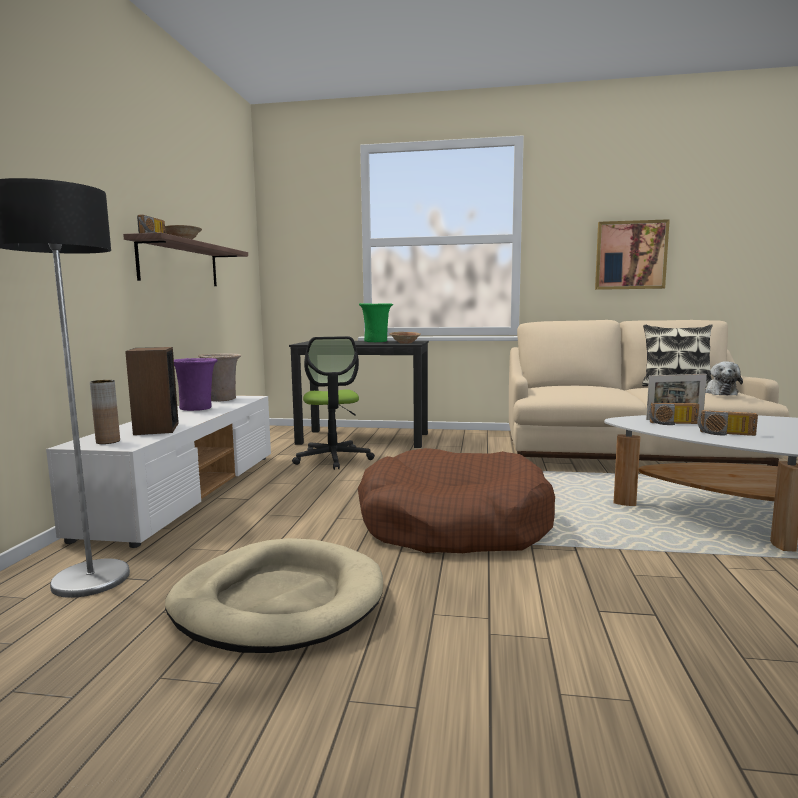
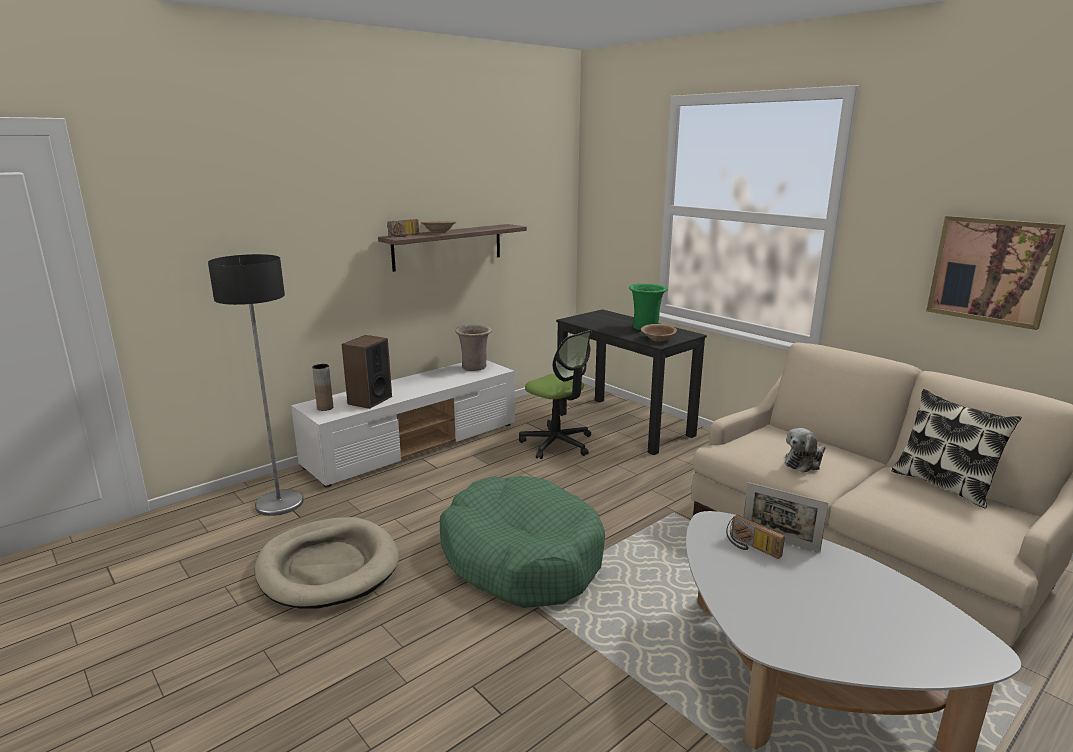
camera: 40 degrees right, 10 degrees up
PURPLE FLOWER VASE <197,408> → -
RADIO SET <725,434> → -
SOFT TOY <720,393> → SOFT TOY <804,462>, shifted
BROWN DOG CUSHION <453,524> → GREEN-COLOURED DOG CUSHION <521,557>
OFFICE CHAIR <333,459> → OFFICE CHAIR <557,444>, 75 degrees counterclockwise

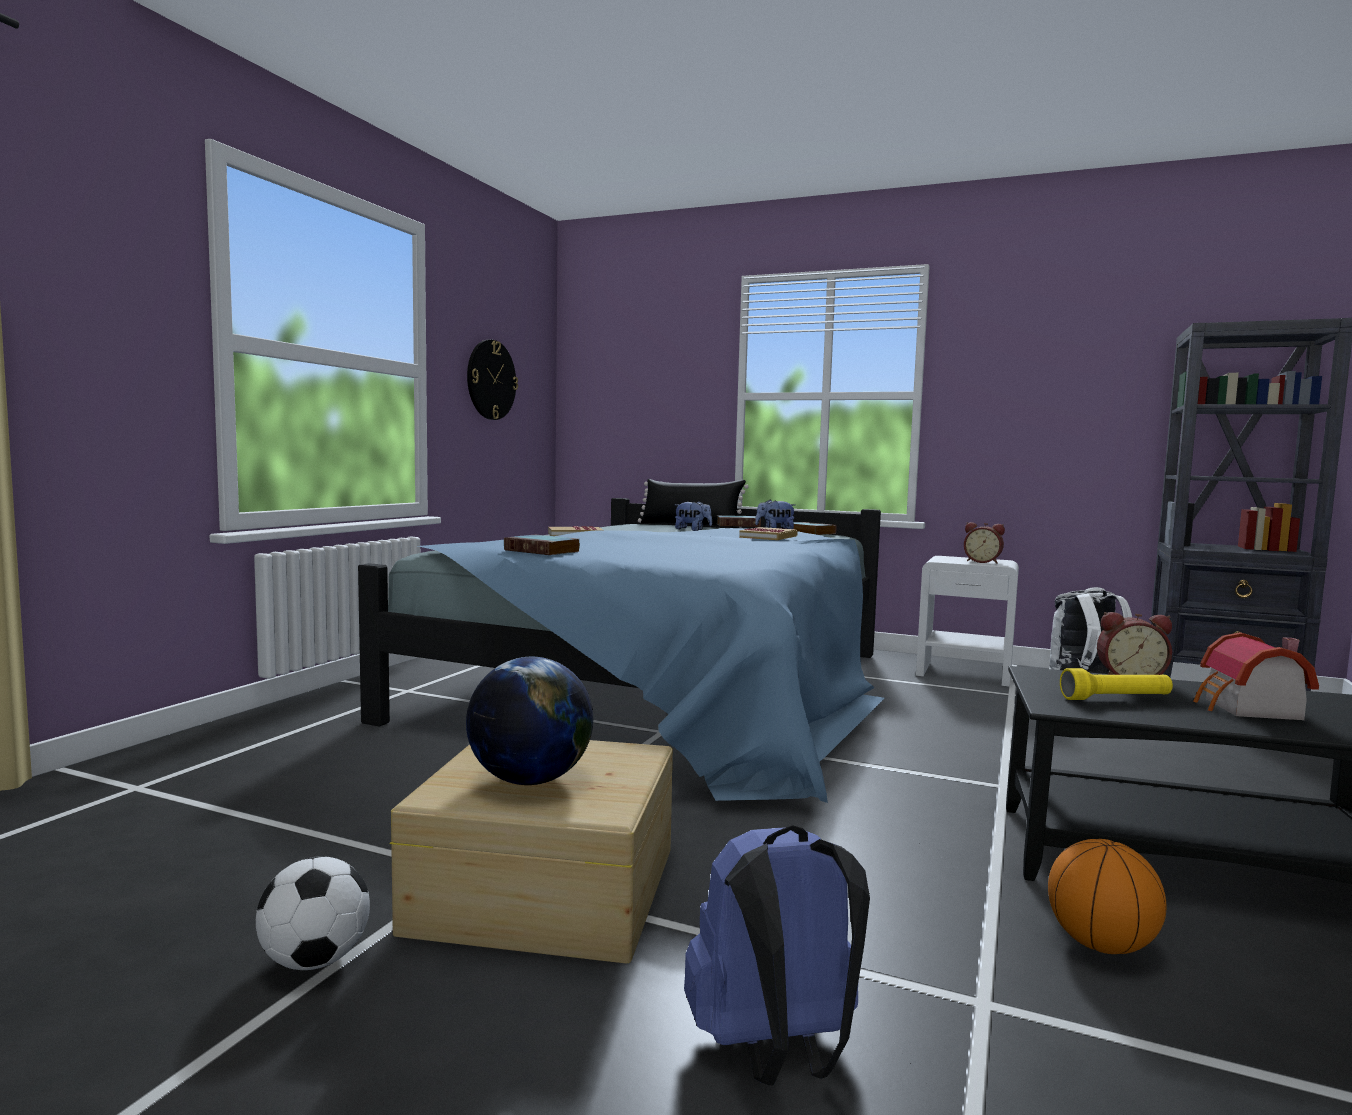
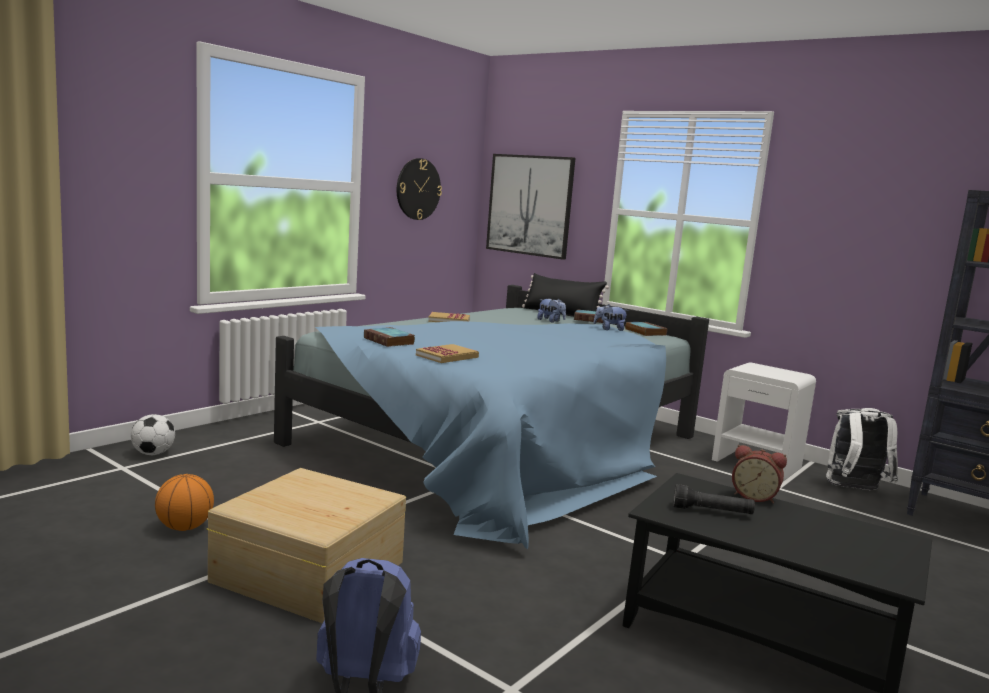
camera: 15 degrees right, 5 degrees up
WORLD GLOBE <530,780> → -
TABLE CLOCK <982,562> → -
MINIATURE HOUSE <1248,709> → -
- → WALL ART <530,205>
FOOTBALL BALL <314,961> → FOOTBALL BALL <153,454>, shifted
VOLUME <768,537> → VOLUME <447,356>, shifted
BASKETBALL BALL <1100,945> → BASKETBALL BALL <184,527>, shifted
YELLOW-COLOURED FLASHLIGHT <1116,699> → BLACK FLASHLIGHT <712,512>

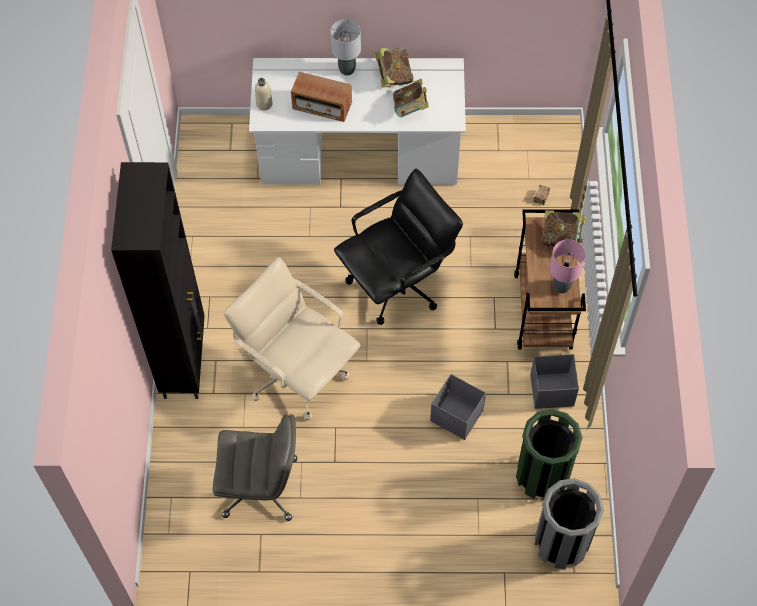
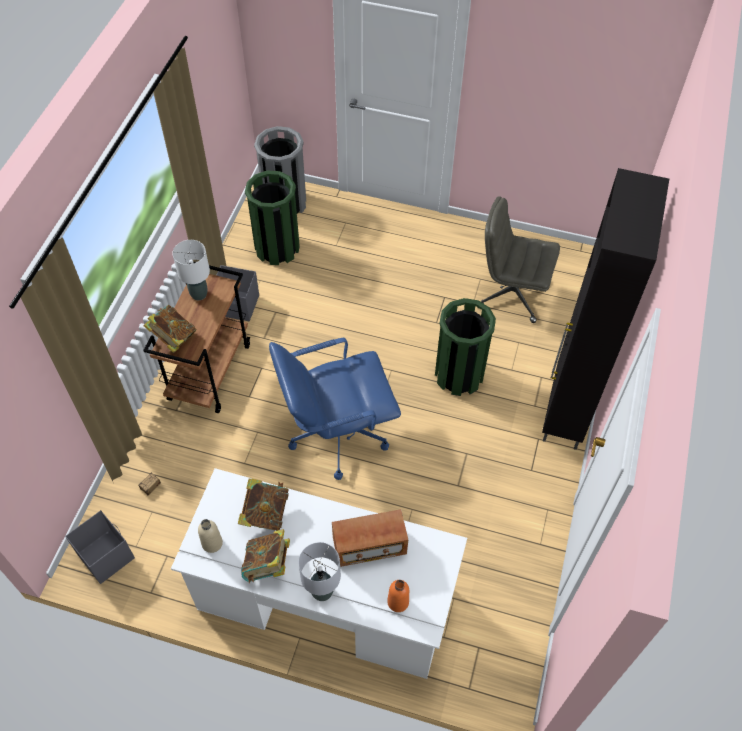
camera: 165 degrees left, 5 degrees down
- → ORANGEY DRINK BOTTLE <398,602>
BEIGE DRINK BOTTLE <264,104> → BEIGE DRINK BOTTLE <212,543>, shifted
GREYISH STORAGE BIN <457,416> → GREYISH STORAGE BIN <106,555>, shifted
BEIGE OFFICE CHAIR <297,373> → GREEN-COLOURED RUBBISH BIN <459,375>
BLACK OFFICE CHAIR <397,284> → BLUISH OFFICE CHAIR <337,433>
PINKISH TABLE LAMP <561,286> → WHITE-COLOURED TABLE LAMP <198,294>
RADIO SET <322,106> → RADIO SET <369,546>, 135 degrees clockwise

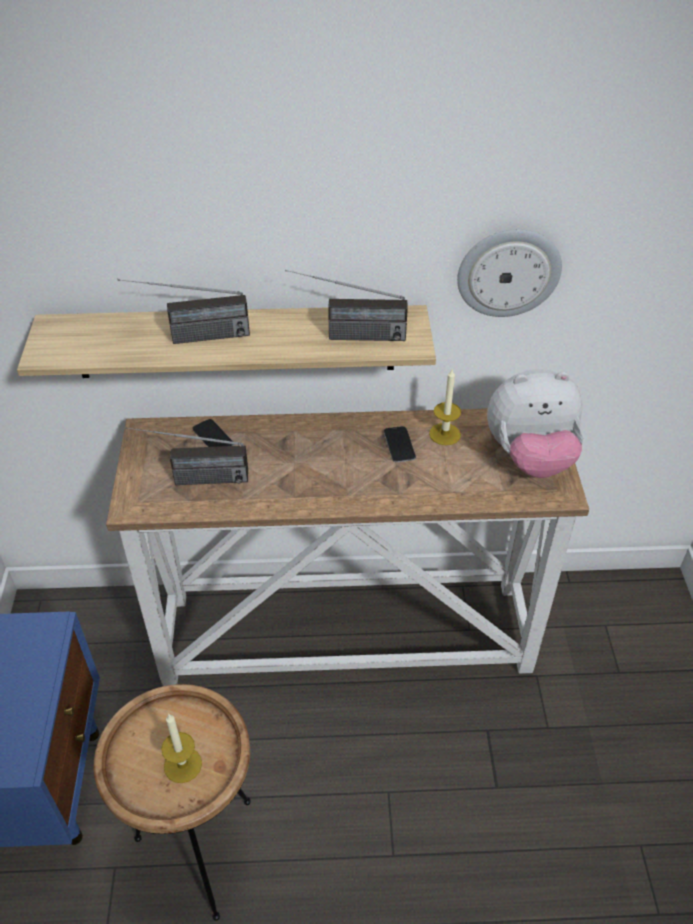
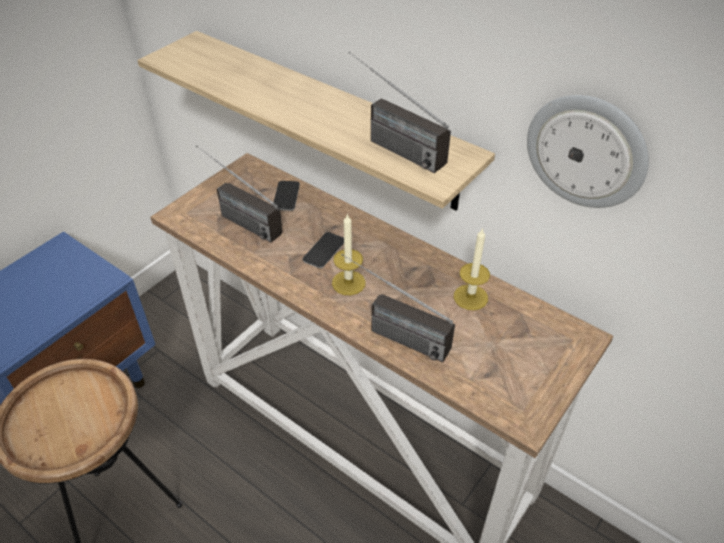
camera: 40 degrees right, 0 degrees up
SOFT TOY <530,458> → -
RADIO SET <190,338> → RADIO SET <390,333>, shifted
WAX LIGHT <183,765> → WAX LIGHT <348,283>, shifted
PHONE <399,445> → PHONE <324,251>, shifted

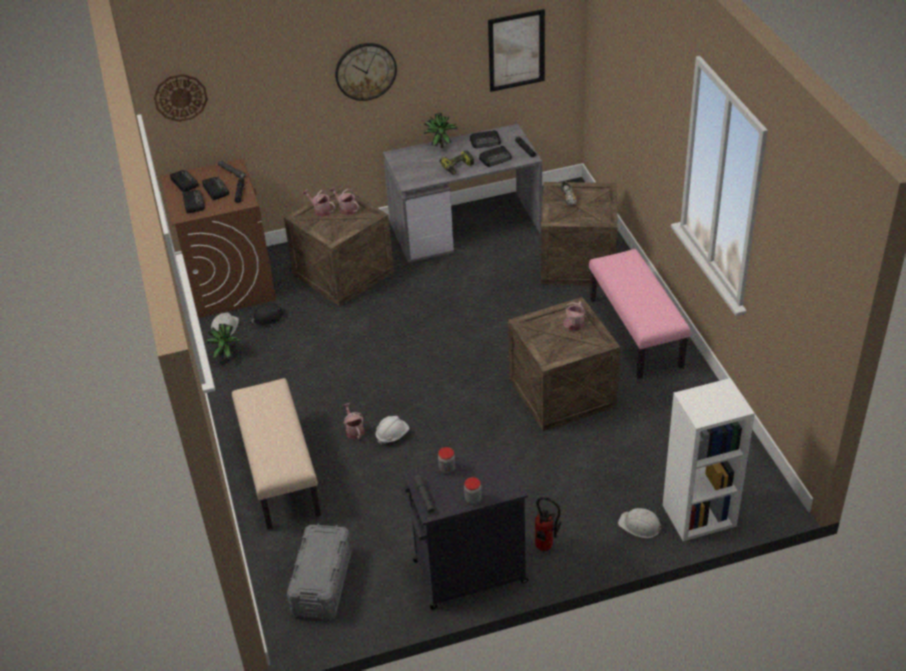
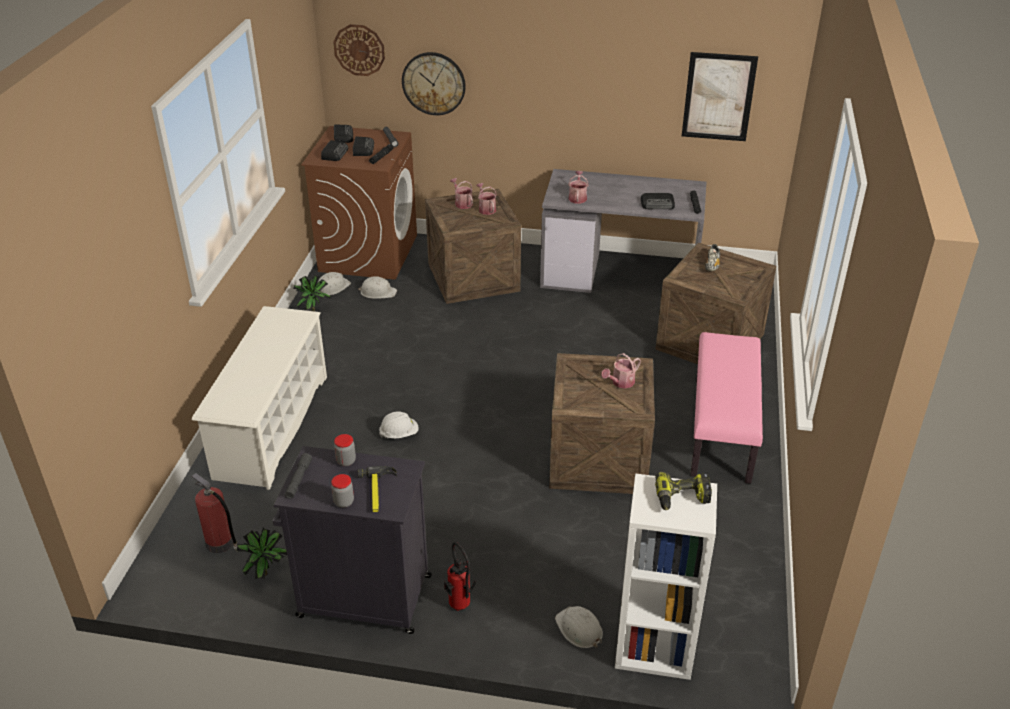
camera: 25 degrees right, 5 degrees down
RADIO SET <486,142> → -
- → HAMMER <378,492>
CLOCK ON THE WALL <365,71> → CLOCK ON THE WALL <433,83>, shifted
SPRINKLING CAN <354,430> → SPRINKLING CAN <577,197>, shifted
PLANT IN A POT <440,146> → PLANT IN A POT <265,571>, shifted
DRILL <458,167> → DRILL <682,498>, shifted
BEIGE BENCH <279,472> → WHITE-COLOURED SHOE RACK <271,426>
GREYISH STORAGE BIN <322,583> → FIRE-FIGHTING CYLINDER <221,543>
BLACK SAFETY HELMET <270,317> → WHITE-COLOURED SAFETY HELMET <378,292>

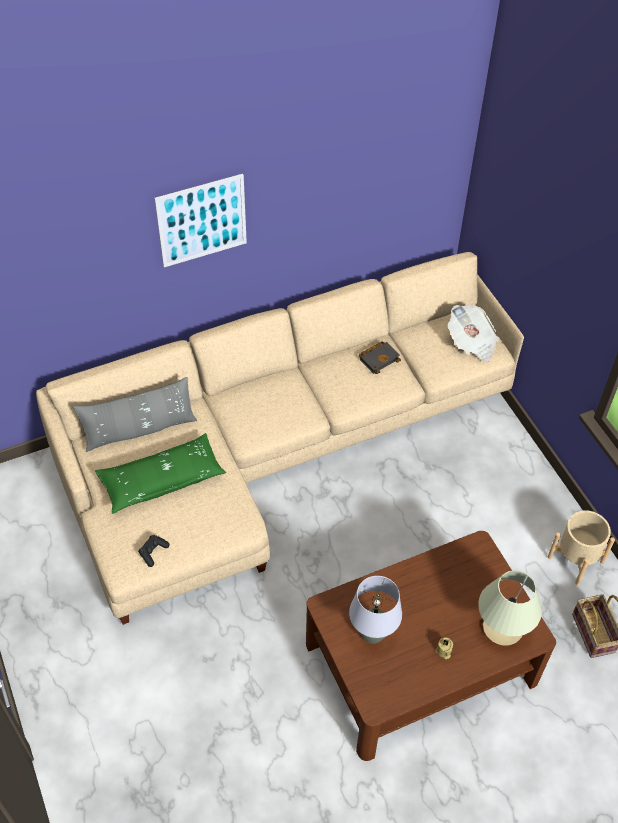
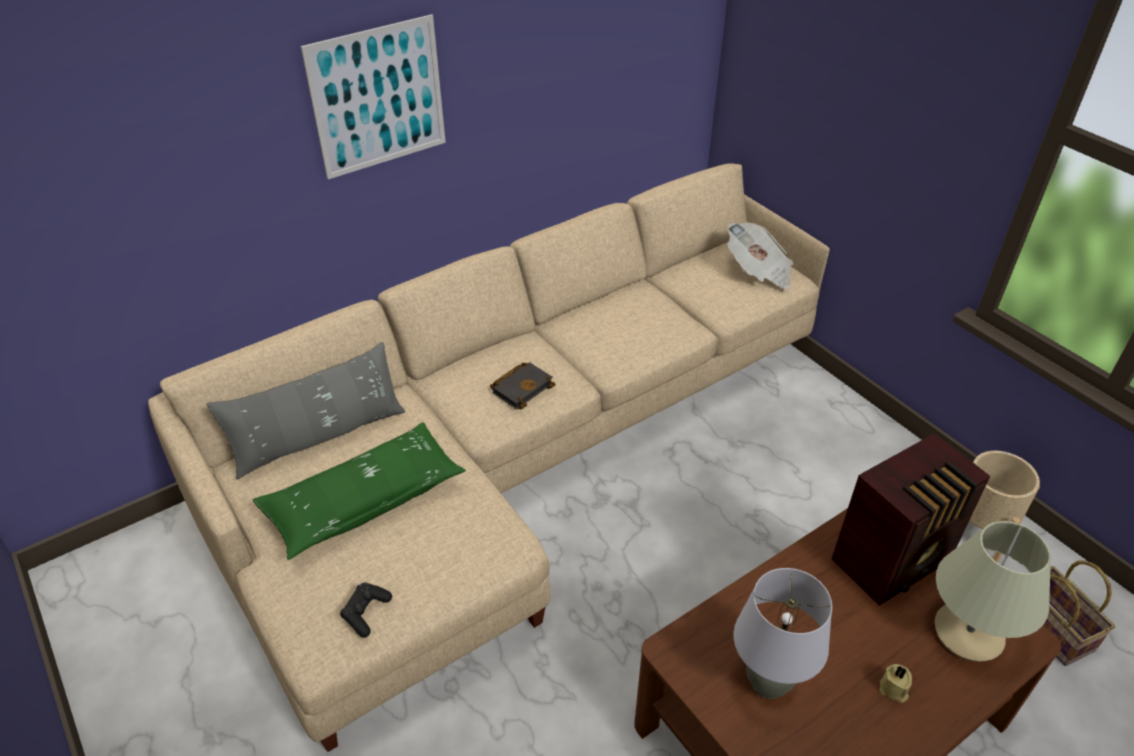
camera: 10 degrees left, 10 degrees down
- → RADIO SET <894,561>
BLACK VOLUME <379,358> → BLACK VOLUME <522,387>, shifted

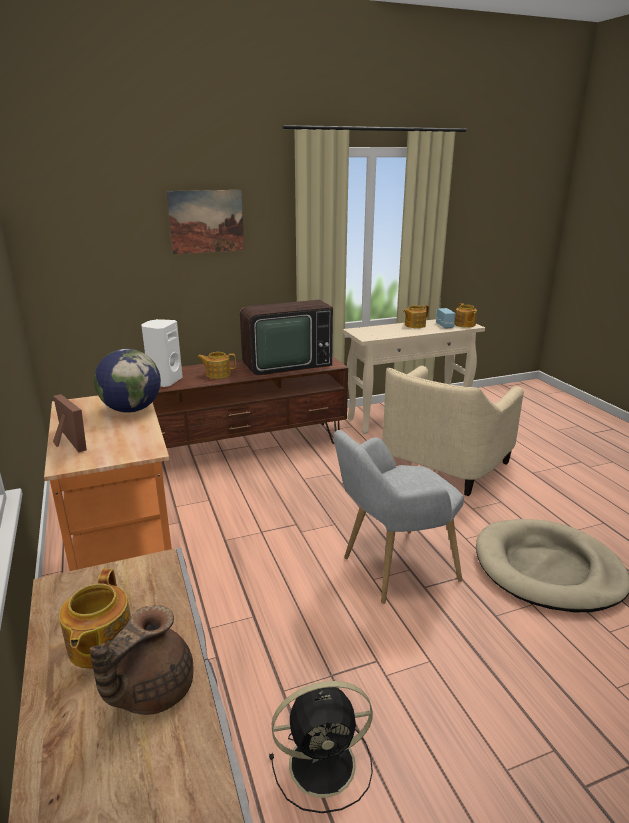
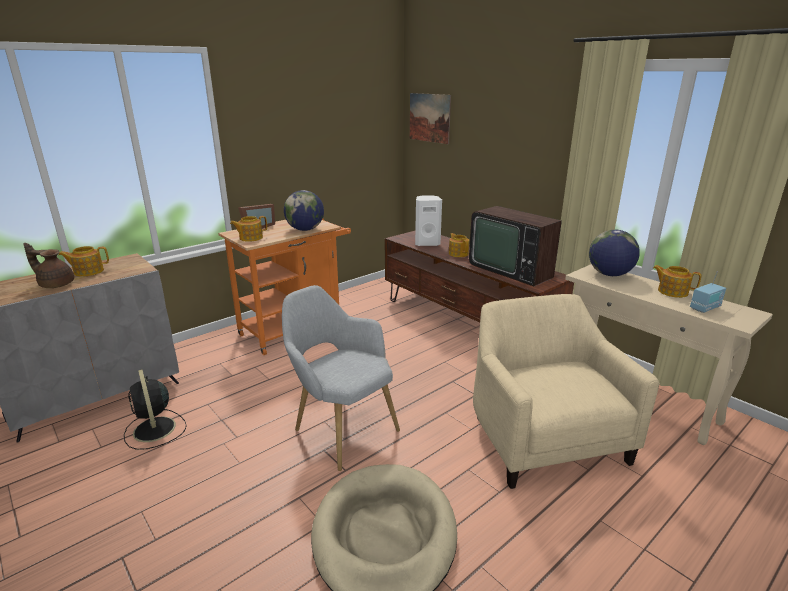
camera: 70 degrees right, 0 degrees up
- → WORLD GLOBE <609,274>
WALL ART <206,221> → WALL ART <429,118>, shifted
TEAPOT <464,325> → TEAPOT <250,238>, shifted
BEIGE EASY CHAIR <441,465> → BEIGE EASY CHAIR <543,437>, 60 degrees clockwise

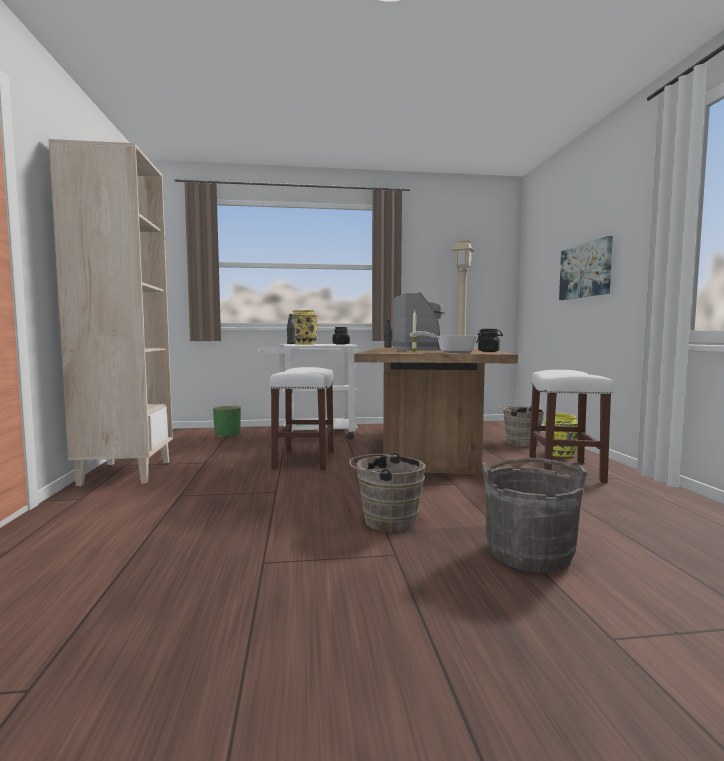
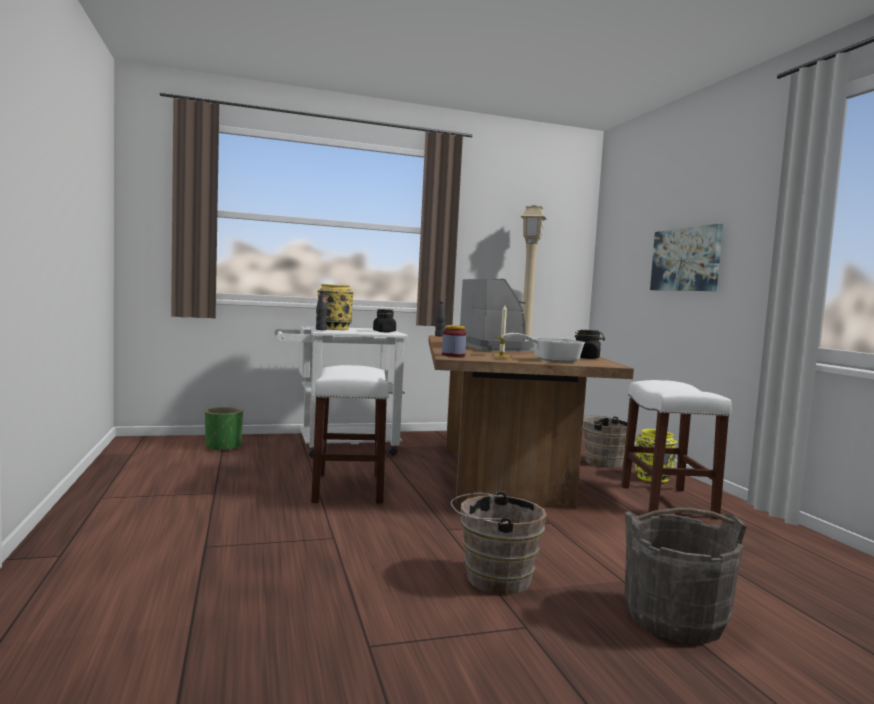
camera: 10 degrees left, 0 degrees up
BEIGE BOOKSHELF <126,472> → -
- → STORAGE JAR <453,355>

